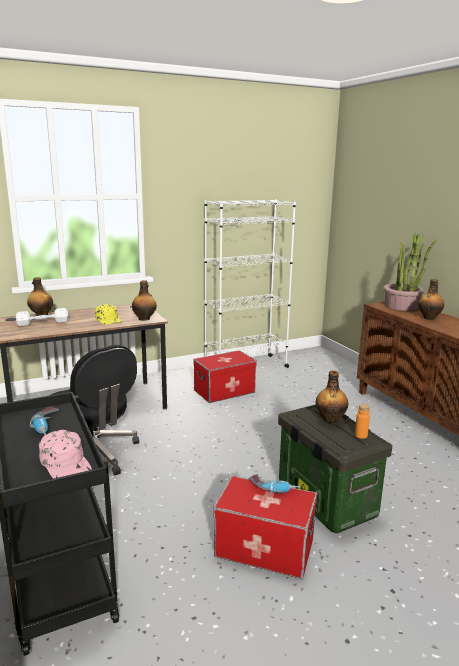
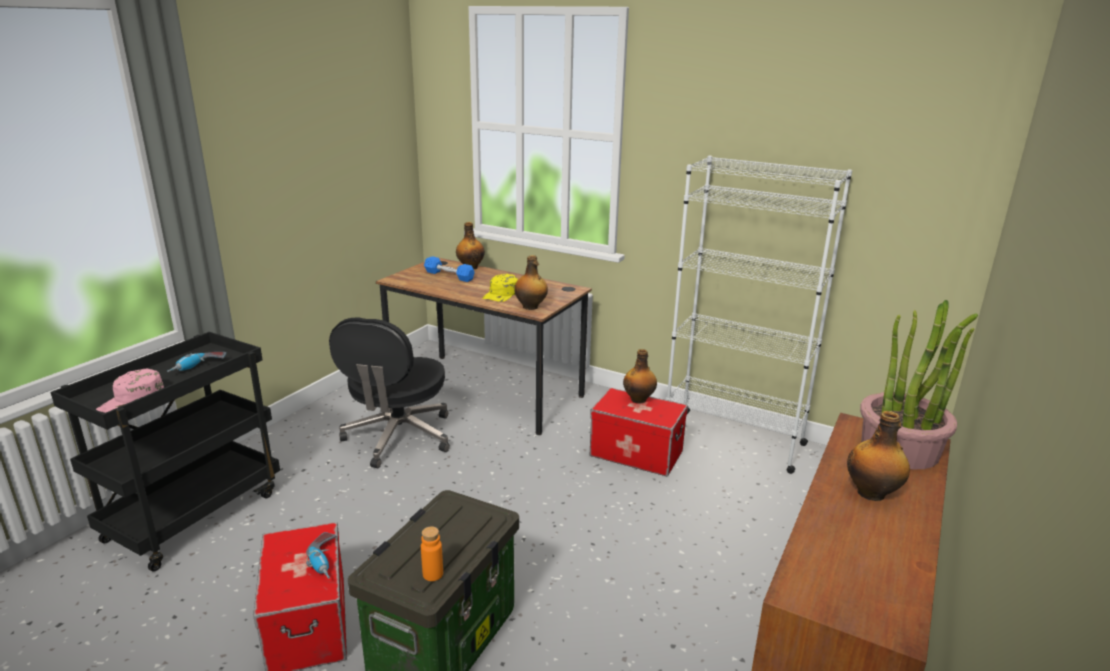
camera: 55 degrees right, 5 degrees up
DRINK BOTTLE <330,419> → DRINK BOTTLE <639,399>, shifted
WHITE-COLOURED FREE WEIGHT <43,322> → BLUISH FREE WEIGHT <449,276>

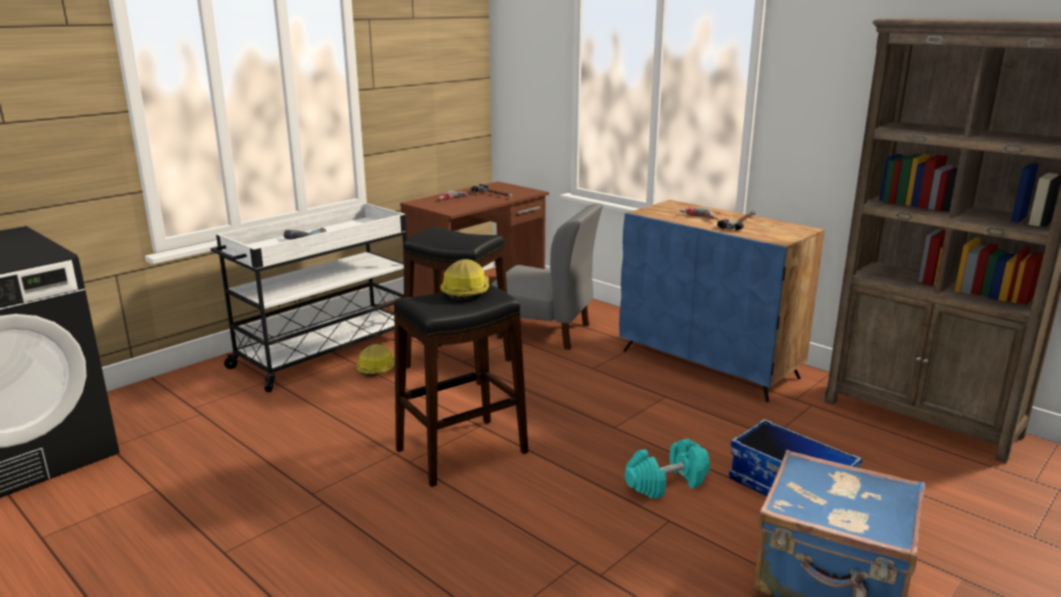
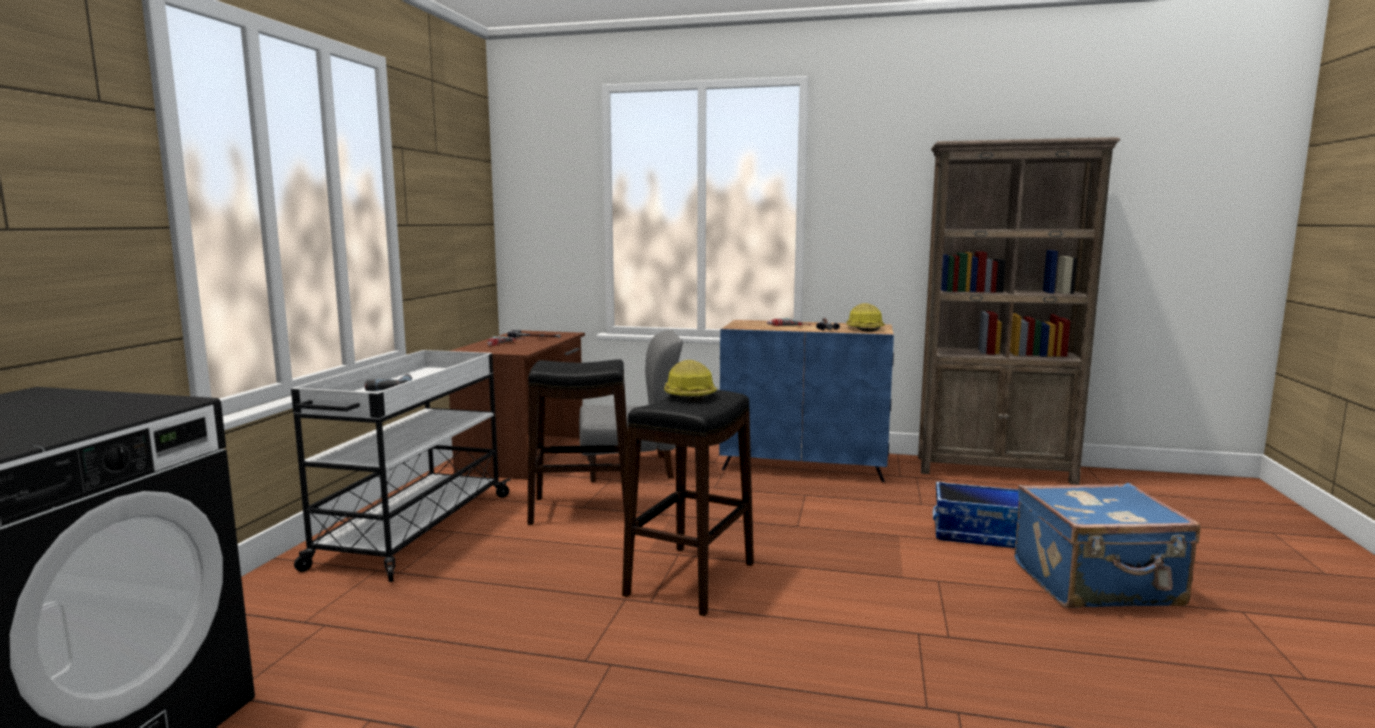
camera: 30 degrees left, 10 degrees down
BLUE-GREEN FREE WEIGHT <666,483> → -
SAFETY HELMET <377,368> → SAFETY HELMET <863,329>, shifted

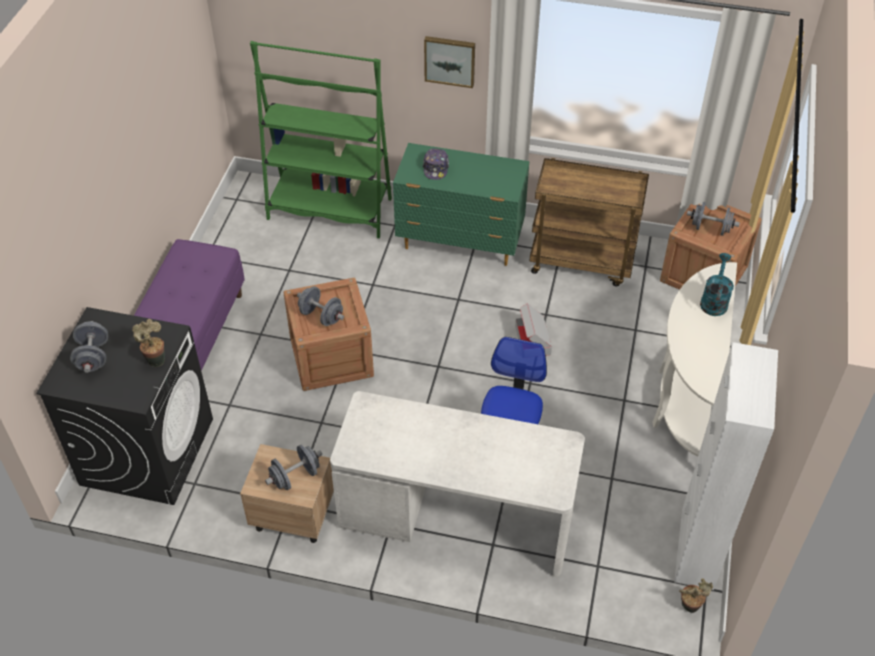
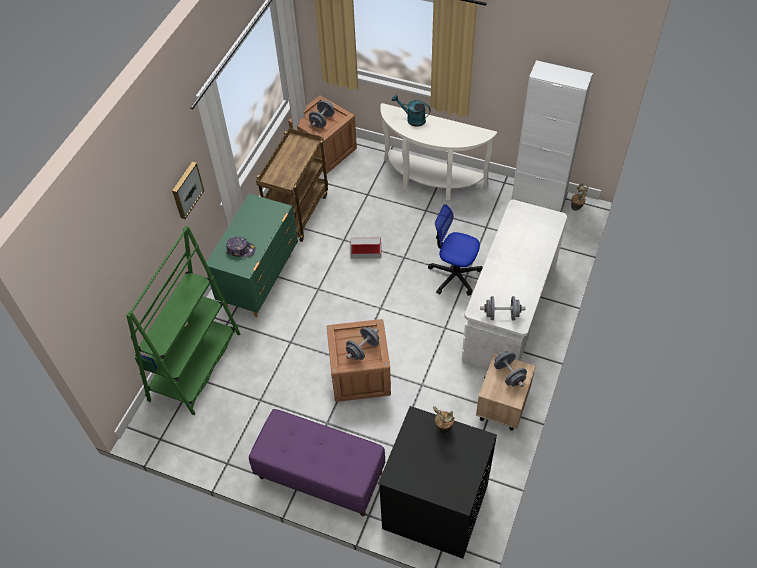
camera: 80 degrees left, 5 degrees up
GREYISH FREE WEIGHT <93,357> → GREYISH FREE WEIGHT <501,315>, shifted

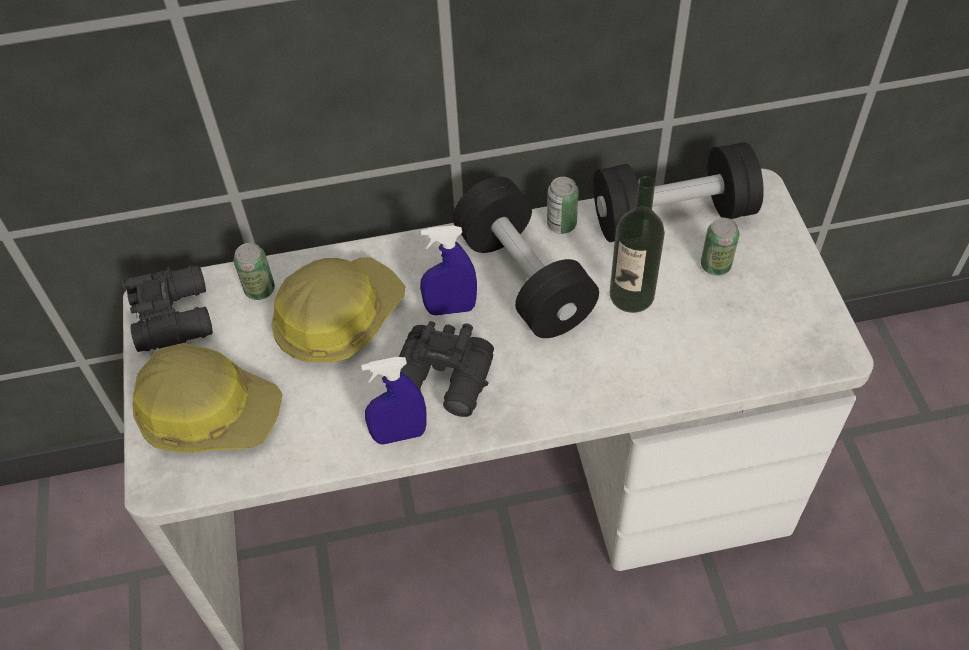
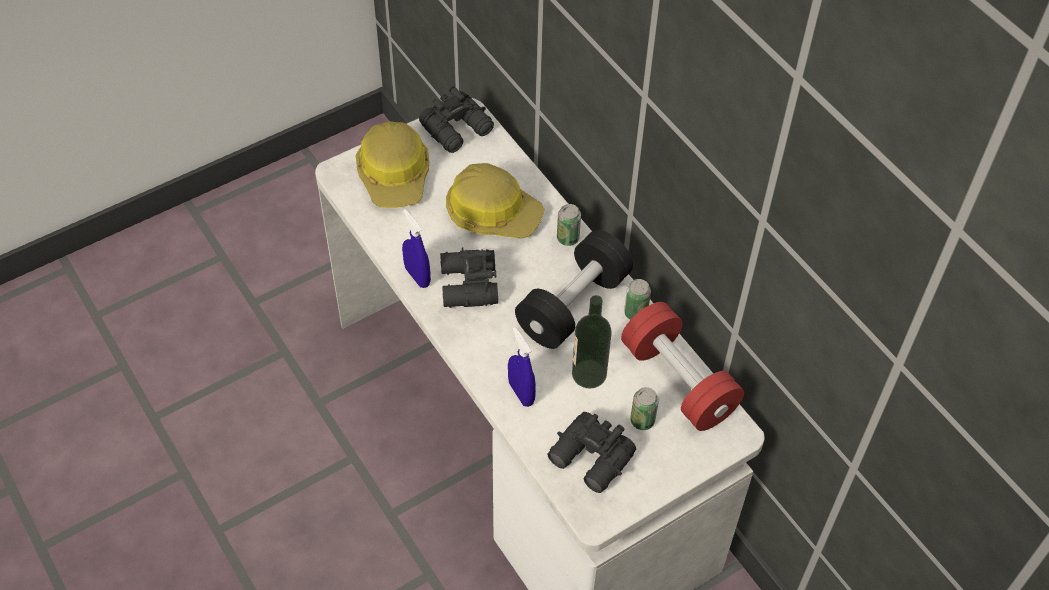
camera: 65 degrees right, 0 degrees up
- → BLACK BINOCULARS <591,460>
SEALED CAN <260,290> → SEALED CAN <568,238>, shifted
BLUISH SPRAYER <450,309> → BLUISH SPRAYER <521,393>, shifted
BLACK FREE WEIGHT <672,216> → REDDISH FREE WEIGHT <678,381>

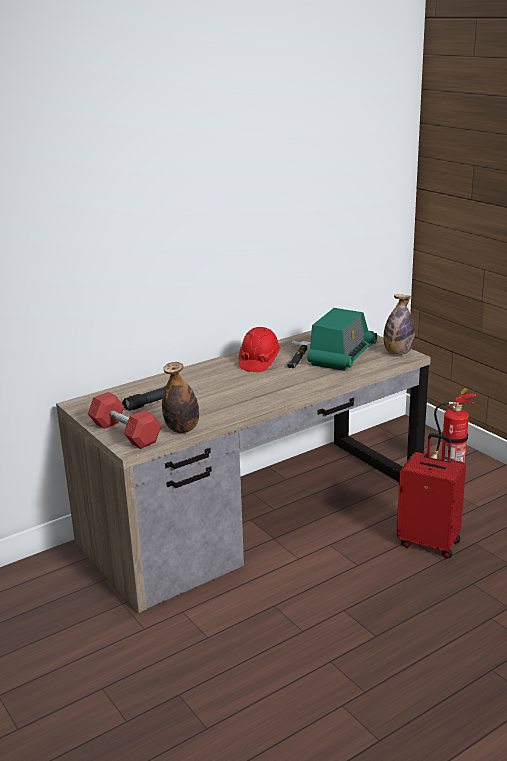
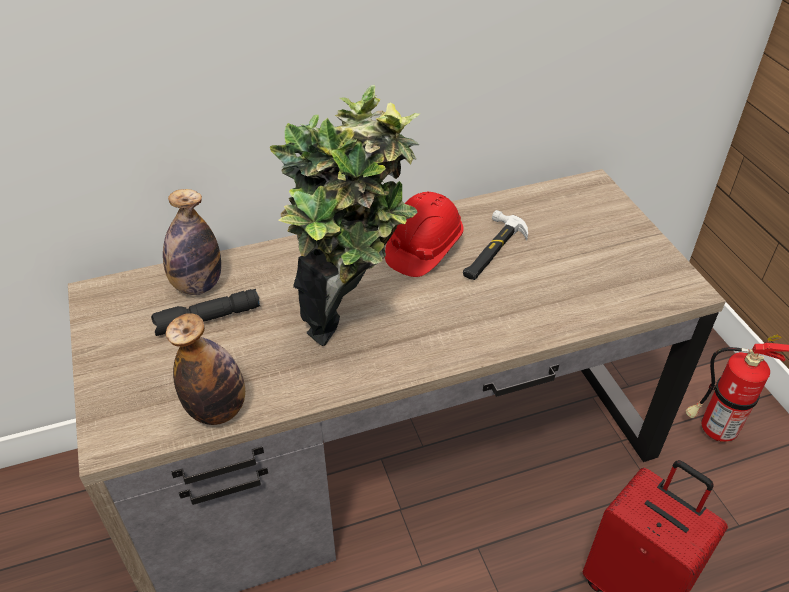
camera: 15 degrees right, 20 degrees up
REDDISH FREE WEIGHT <125,433> → -
RADIO SET <341,355> → -
- → PLANT IN A POT <350,312>
DRINK BOTTLE <398,353> → DRINK BOTTLE <197,285>, shifted

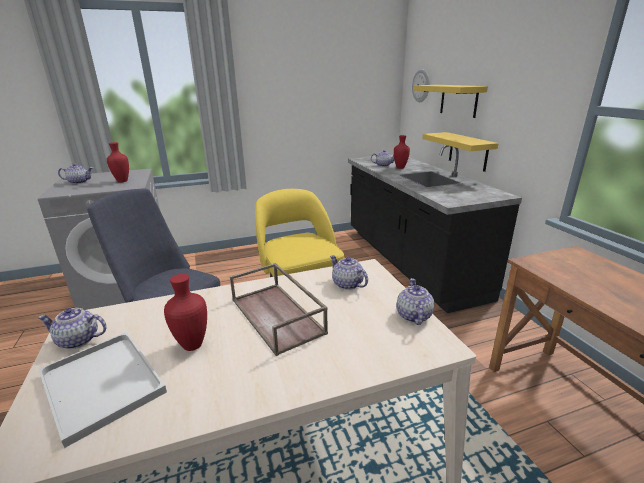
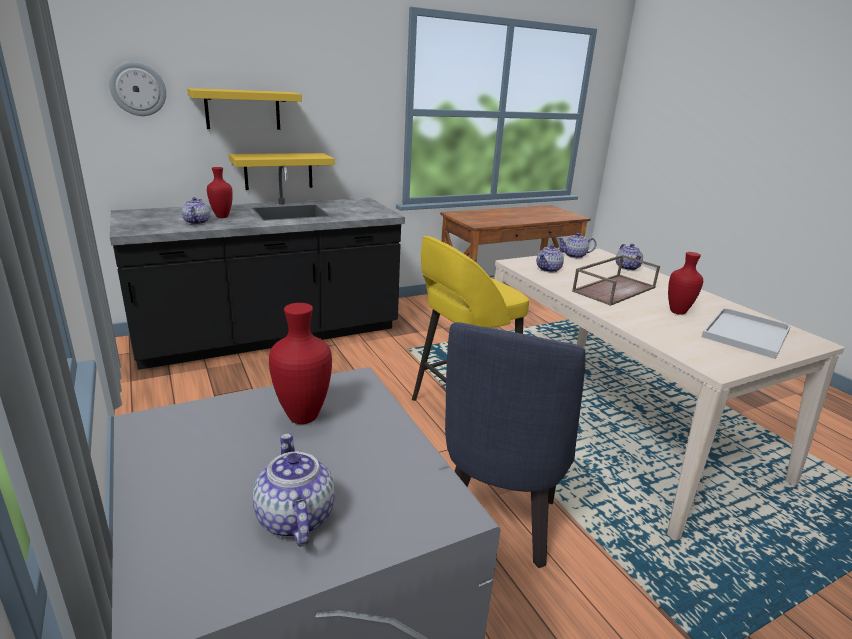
camera: 100 degrees left, 0 degrees up
TEAPOT <78,340> → TEAPOT <627,267>, shifted

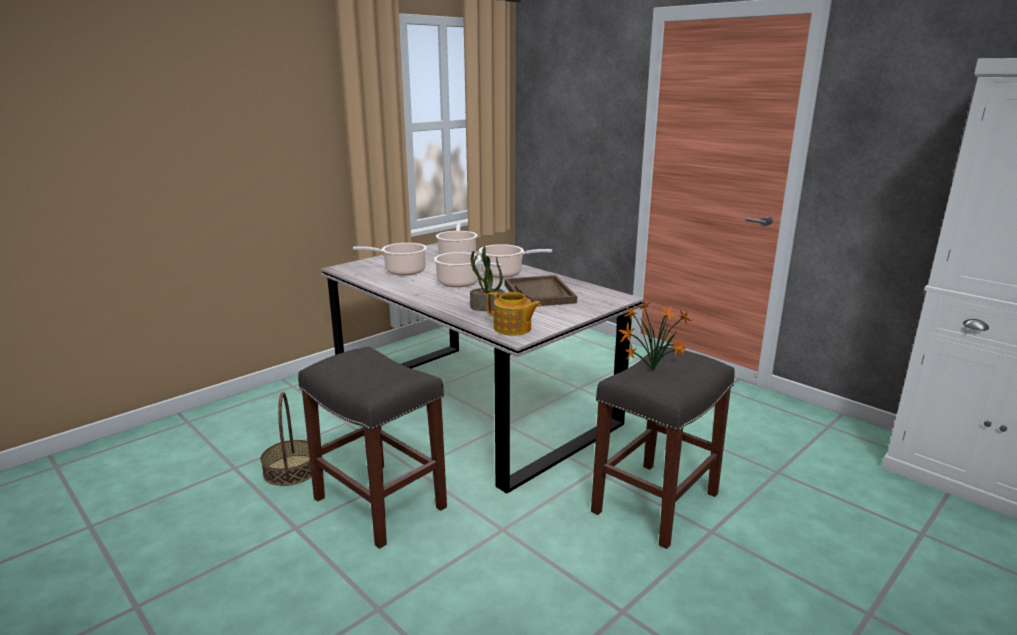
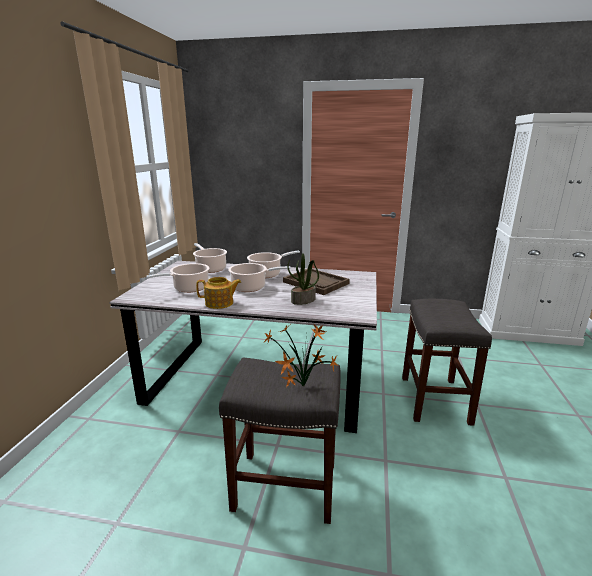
camera: 35 degrees left, 0 degrees up
STORAGE BASKET <291,470> → -
TEAPOT <513,328> → TEAPOT <220,303>, shifted
PLANT IN A POT <650,371> → PLANT IN A POT <302,387>, shifted

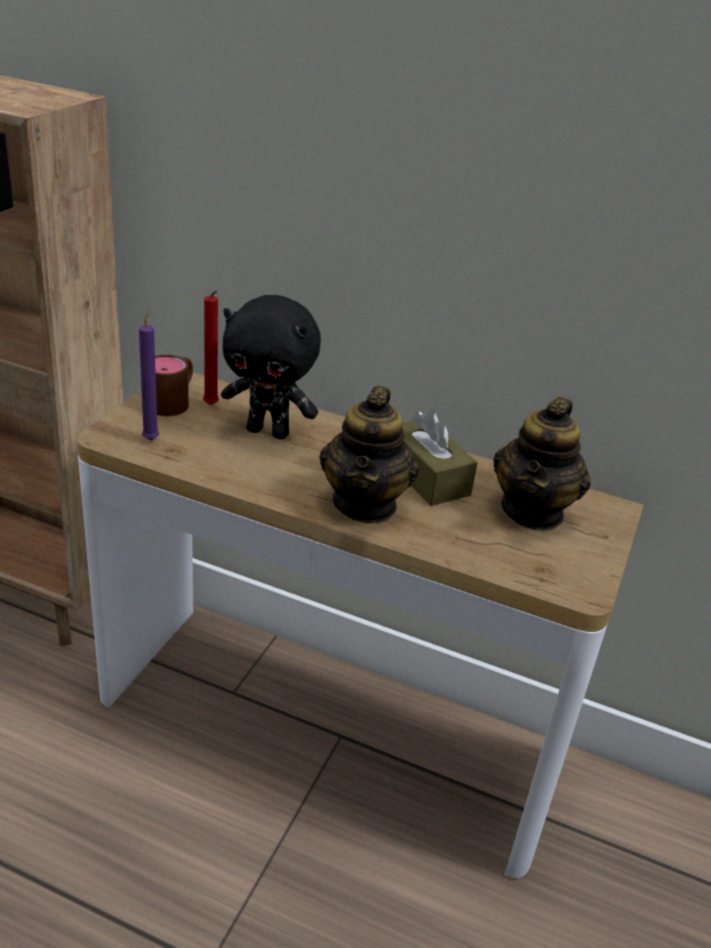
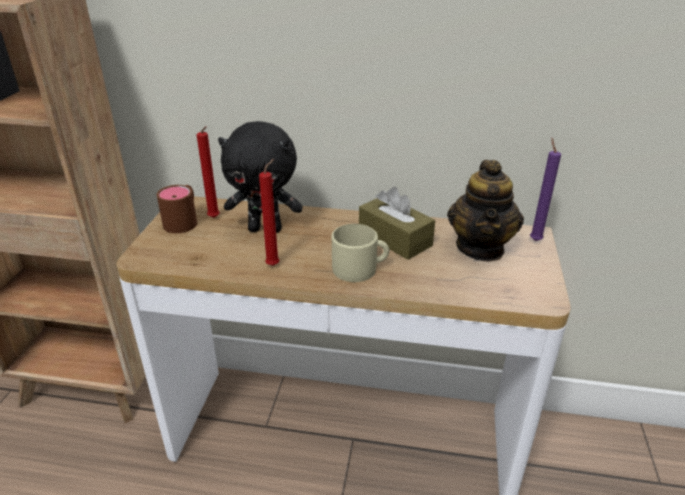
camera: 10 degrees left, 0 degrees up
- → REDDISH WAX LIGHT <274,264>
PURPLE WAX LIGHT <151,439> → PURPLE WAX LIGHT <534,239>, shifted
TEAPOT <365,504> → BEIGE COFFEE MUG <360,268>

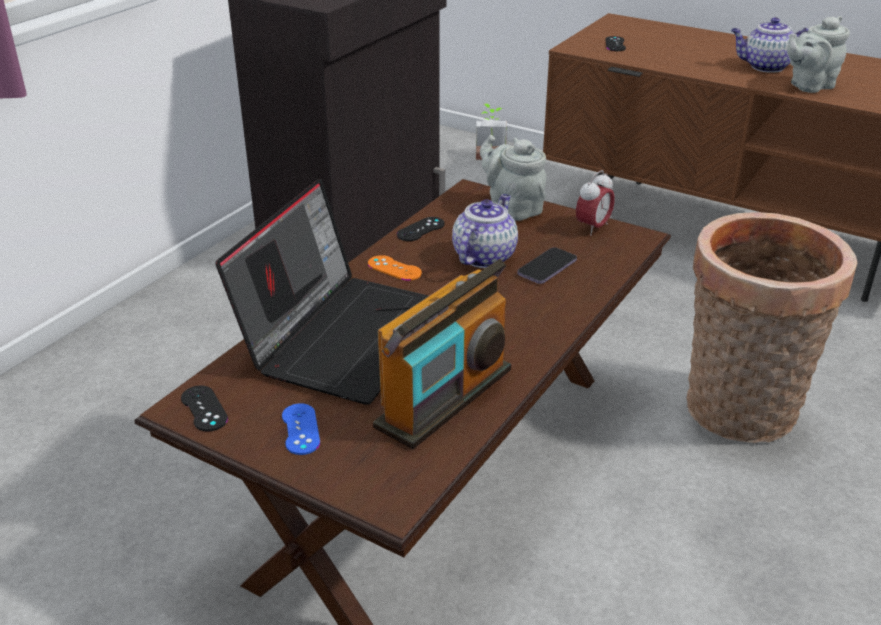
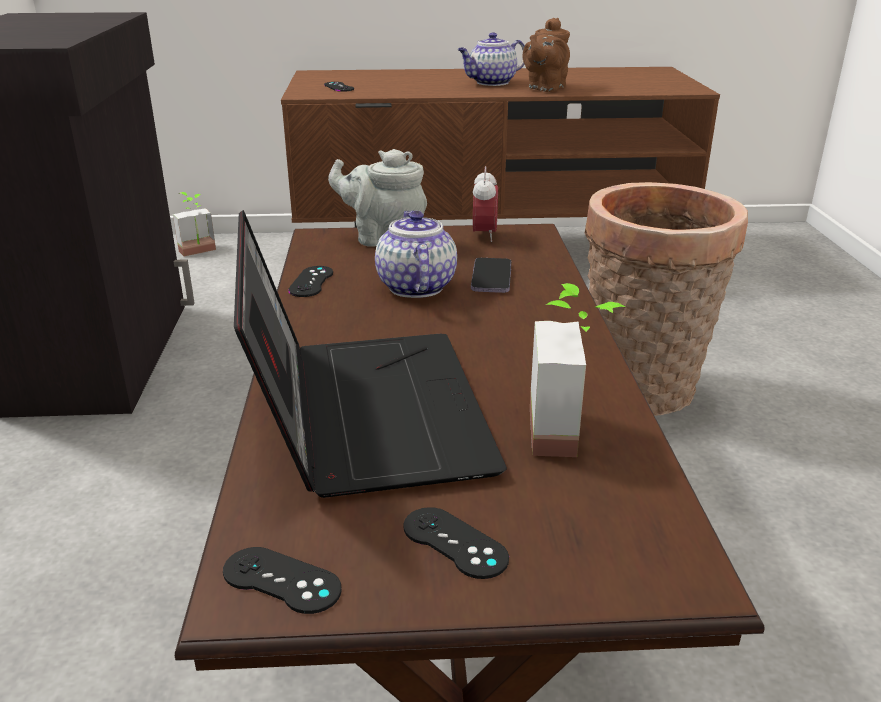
camera: 35 degrees left, 5 degrees down
ORANGEY JOYPAD <394,268> → -
RADIO SET <445,398> → PLANT IN A POT <570,432>
BLUISH JOYPAD <300,429> → BLACK JOYPAD <454,543>
GREYISH TEAPOT <809,86> → BROWN TEAPOT <545,88>

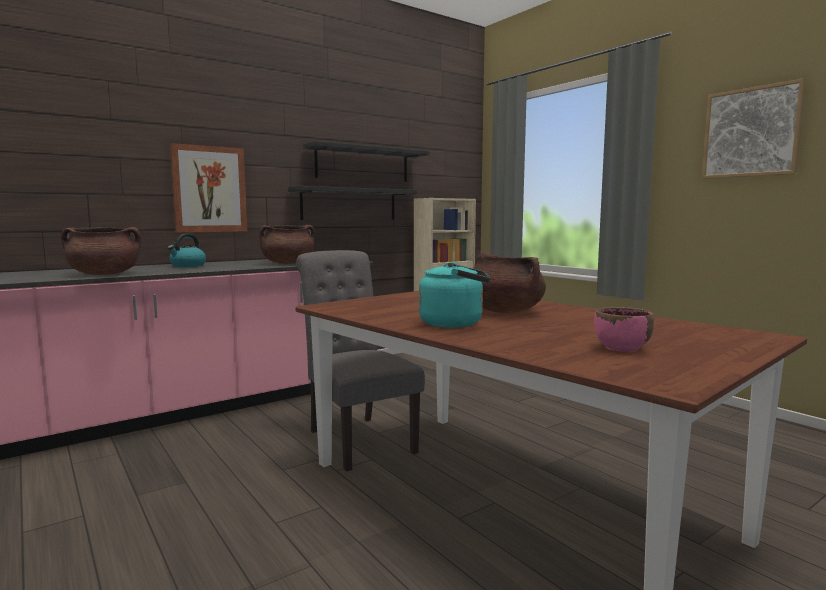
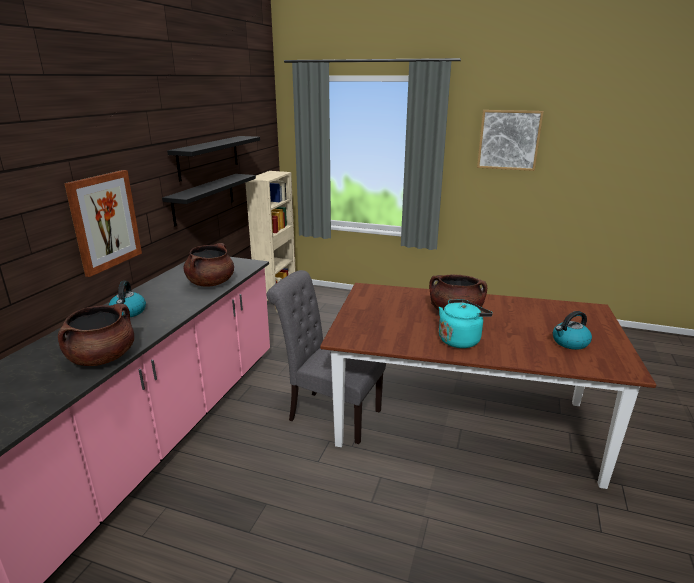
camera: 35 degrees left, 15 degrees up
PINKISH DEEP DISH <621,348> → WATER KETTLE <570,343>

